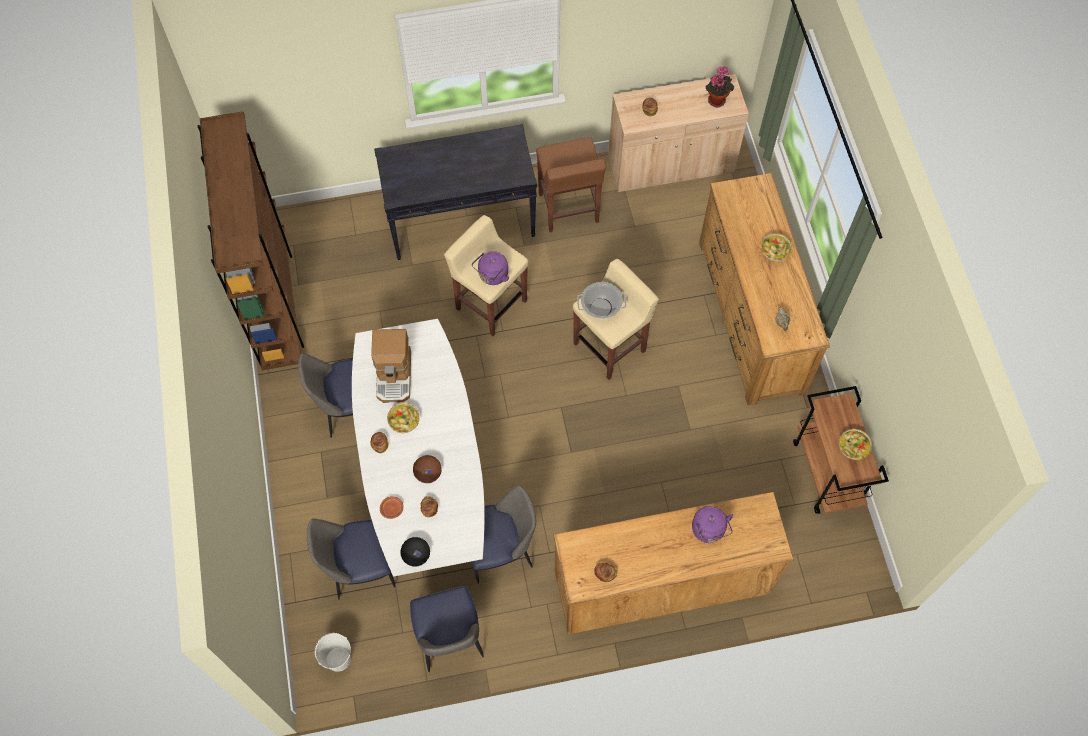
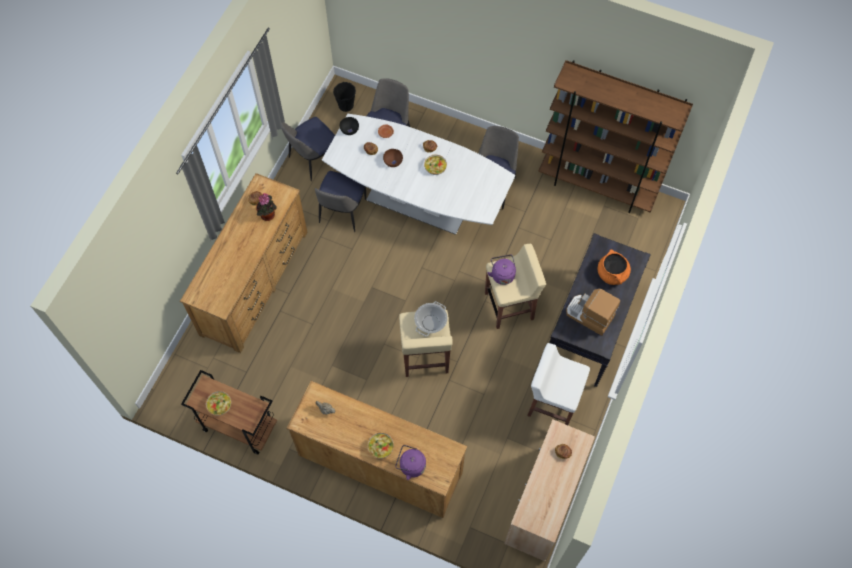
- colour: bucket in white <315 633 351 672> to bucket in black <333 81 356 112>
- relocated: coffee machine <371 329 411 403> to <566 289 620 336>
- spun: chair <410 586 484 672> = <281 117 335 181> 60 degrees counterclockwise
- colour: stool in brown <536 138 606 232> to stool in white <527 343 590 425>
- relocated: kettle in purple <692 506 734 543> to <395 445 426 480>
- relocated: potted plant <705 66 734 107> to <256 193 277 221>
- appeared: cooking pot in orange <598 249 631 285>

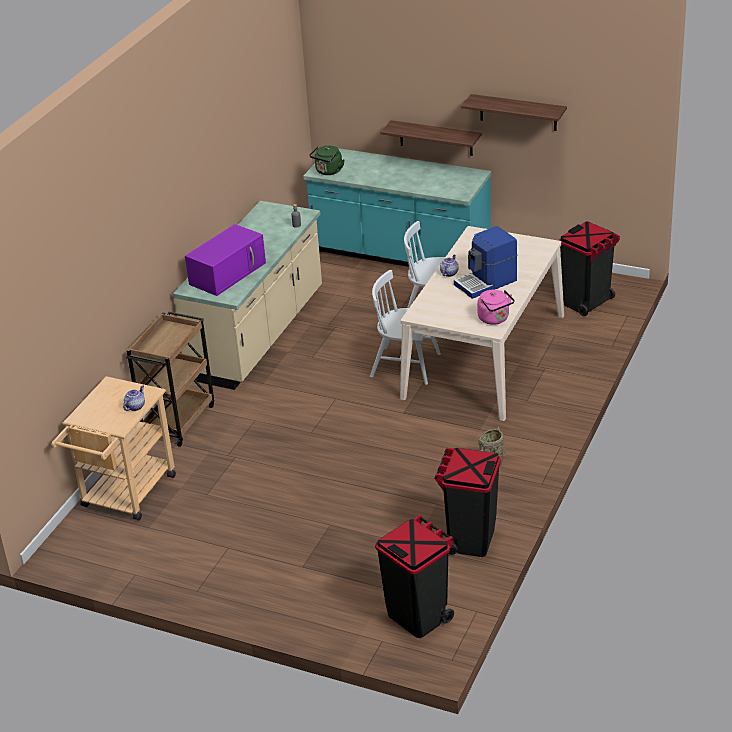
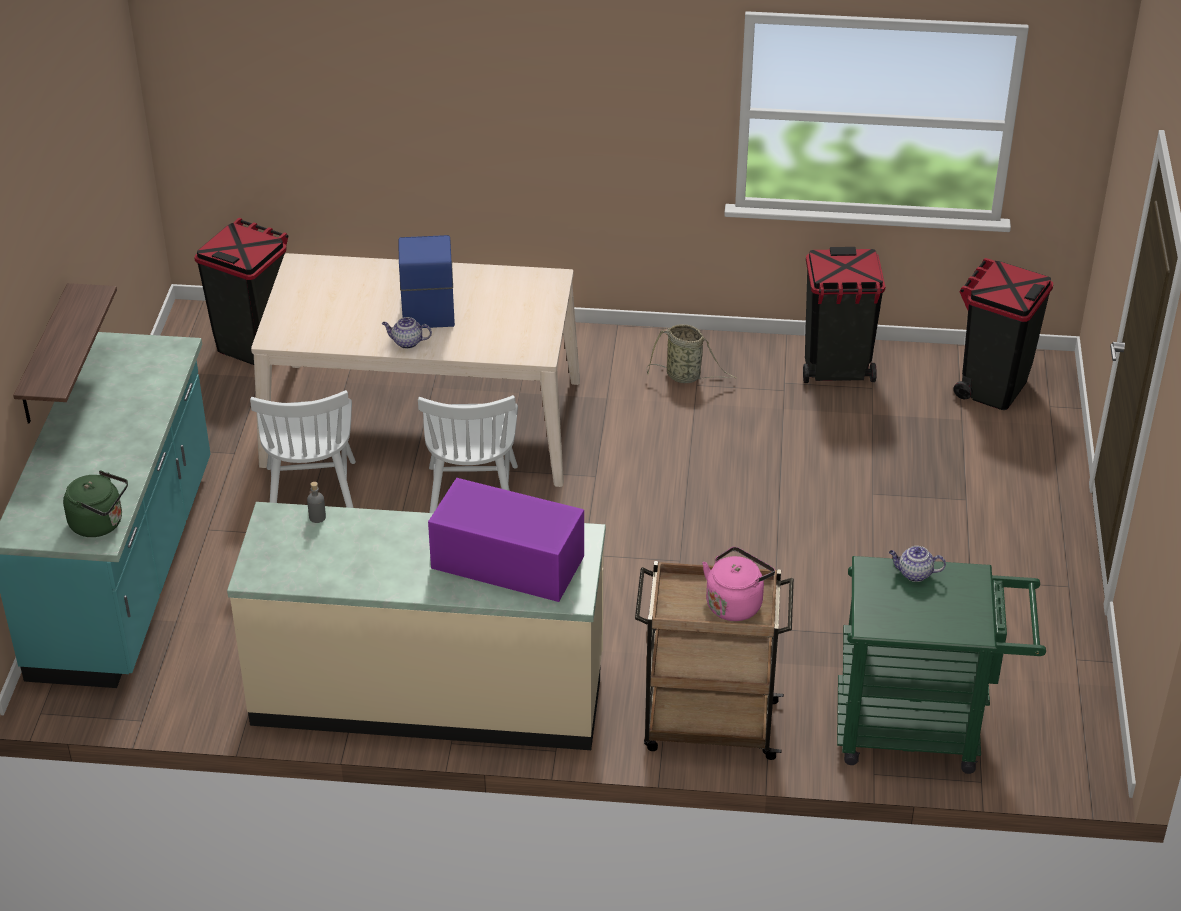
- colour: cart in beige <51 376 176 521> to cart in green <837 556 1046 774>
- spun: coffee machine <454 226 517 299> = <398 235 455 328> 135 degrees counterclockwise
- missing: shelf <461 94 567 131>
- relocated: kettle in pink <477 290 515 325> to <702 547 775 621>

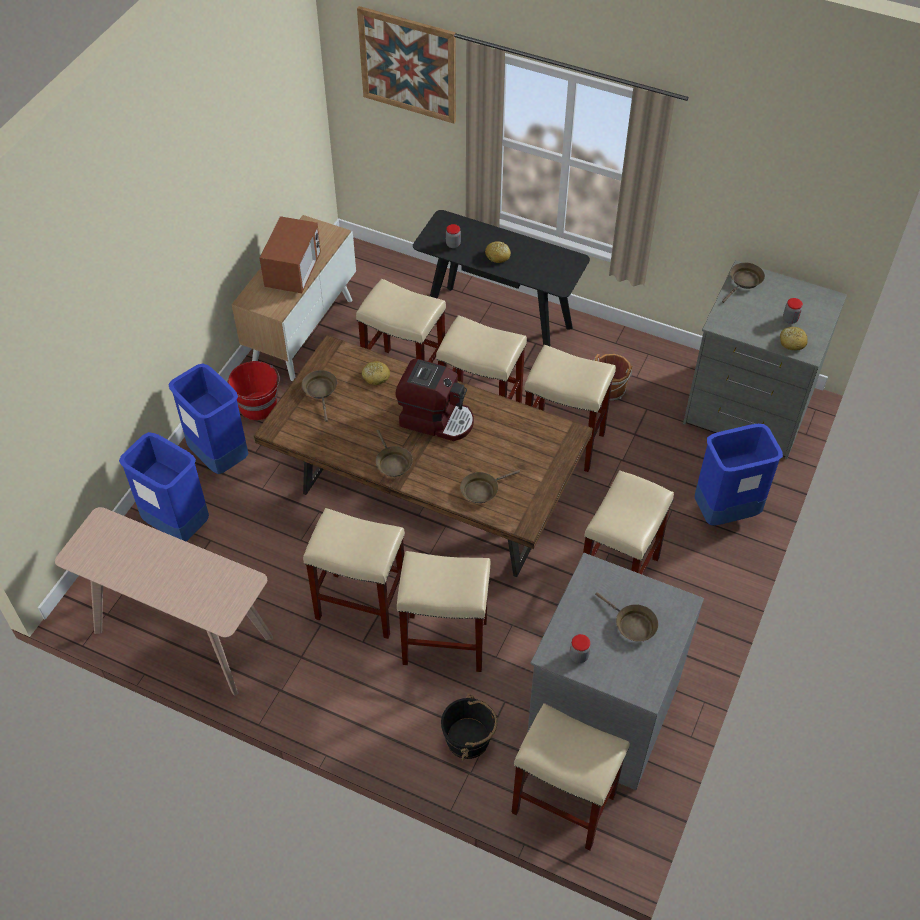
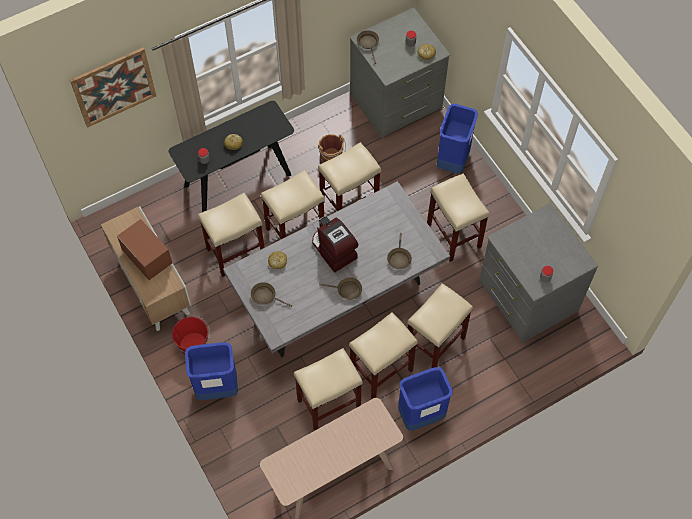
- relocated: trash can in blue <119 432 209 541> to <398 367 453 430>
- colour: dining table in brown <254 335 593 577> to dining table in grey <223 181 450 358>
- spun: coffee machine <395 359 474 441> = <312 216 359 272> 90 degrees counterclockwise
- missing: bucket in black <441 694 498 760>
- relocated: stool in beige <512 703 630 851> to <294 348 363 431>
- missing: frying pan in brown <595 592 658 642>

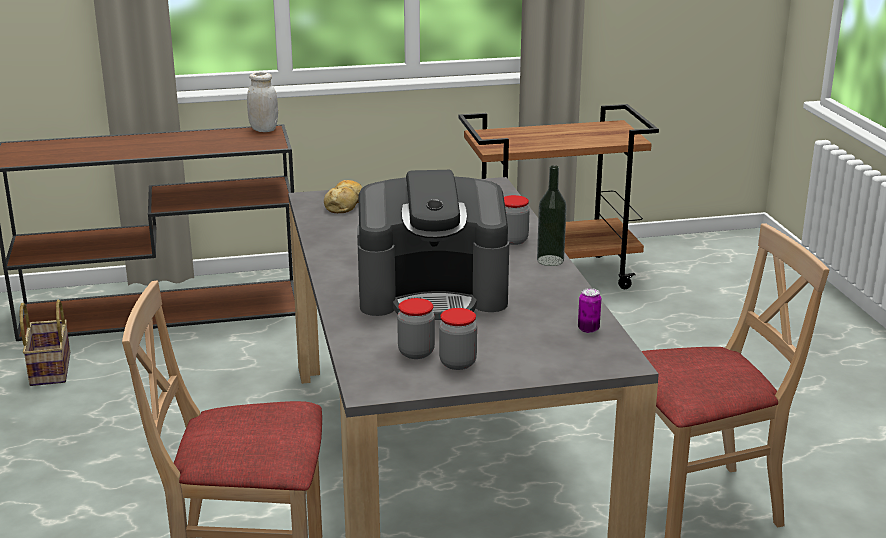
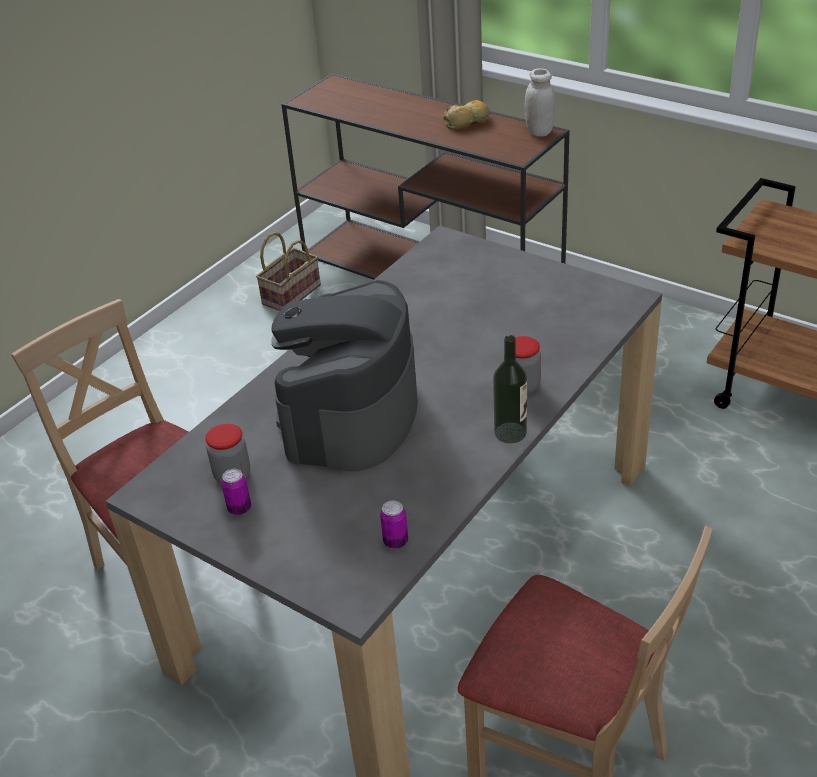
- relocated: bread <324 180 363 213> to <443 100 490 130>
- spun: coffee machine <357 170 509 320> = <271 280 418 471> 60 degrees clockwise
- exchanged: jar <439 308 477 370> to can <221 469 251 515>

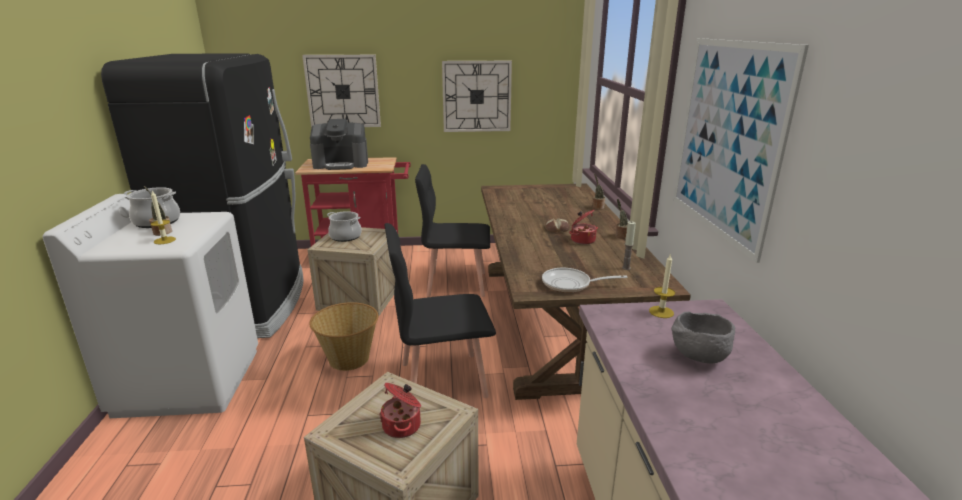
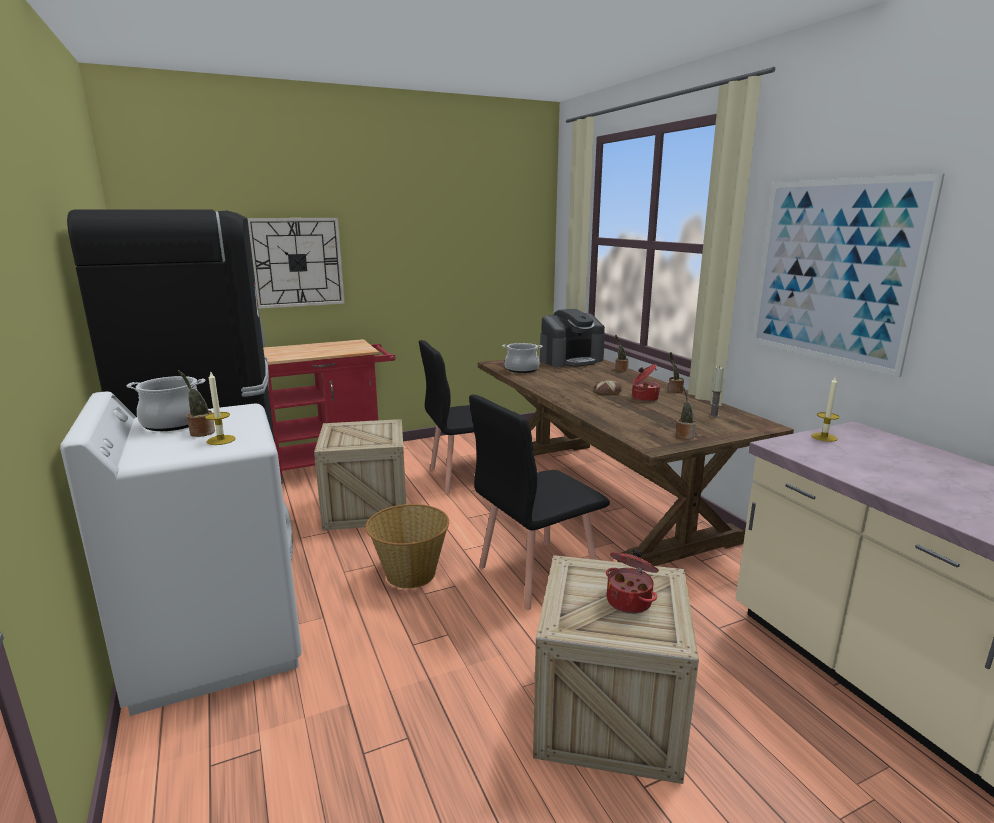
- relocated: coffee machine <310 119 368 170> to <540 309 605 367>
- relocated: cooking pot <327 211 362 242> to <502 343 543 373>
- missing: wall clock <442 61 512 132>
- exchanged: frying pan <542 268 627 293> to potted plant <676 385 696 439>
- missing: bowl in grey <671 312 735 363>

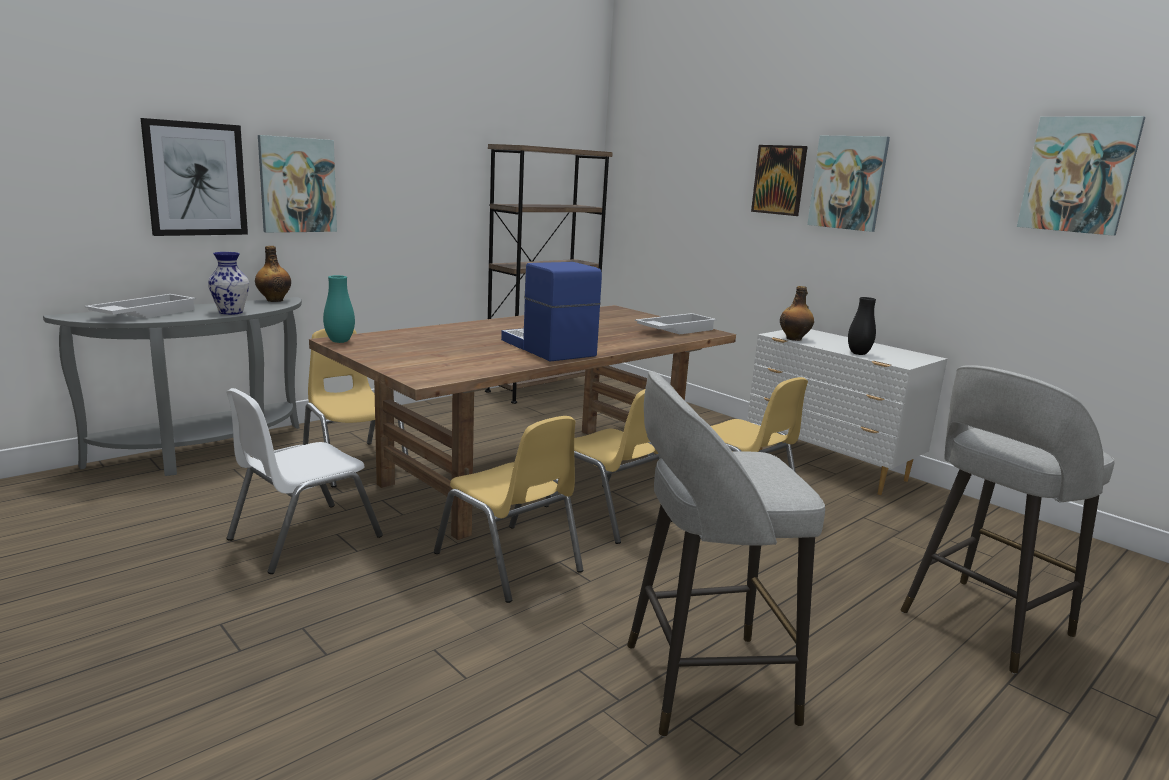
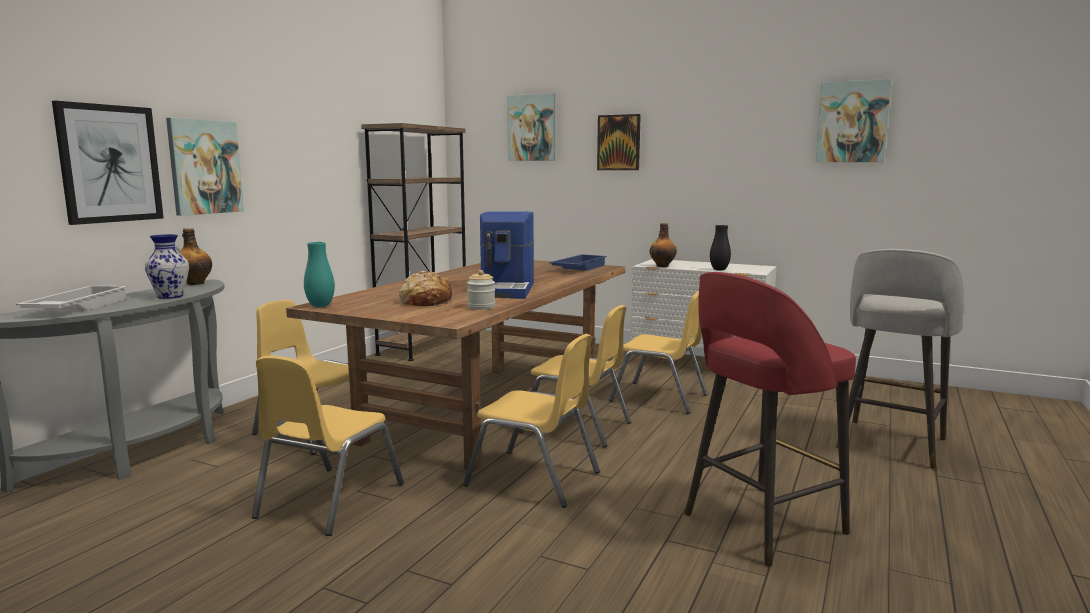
- colour: chair in white <226 388 383 574> to chair in yellow <252 356 404 536>
- spun: coffee machine <501 262 602 362> = <480 211 534 299> 120 degrees counterclockwise
- colour: stool in grey <627 371 825 737> to stool in red <684 272 856 567>
- colour: tray in white <635 313 717 335> to tray in blue <549 254 607 271>
- relocated: picture <807 135 890 232> to <507 93 555 161>
- appeared: bread <399 271 452 306>
- appeared: jar <467 270 495 310>

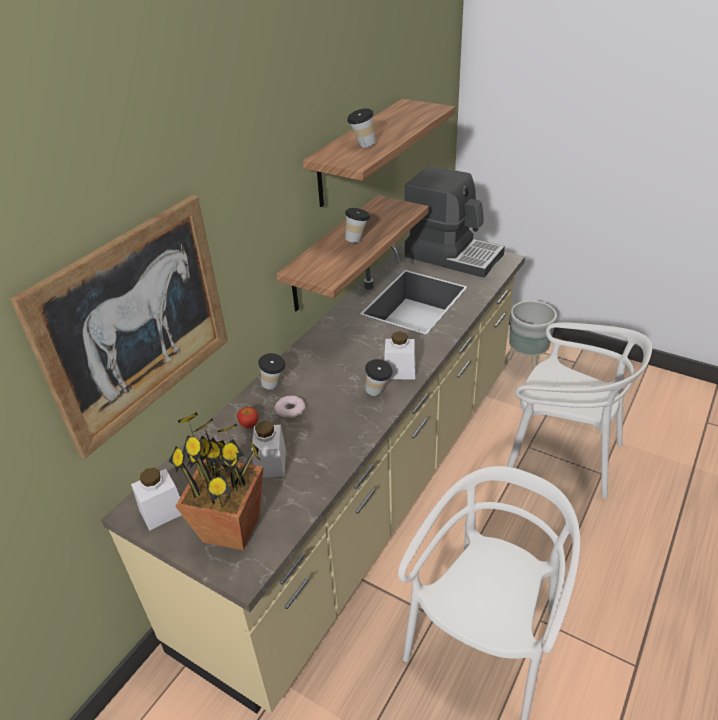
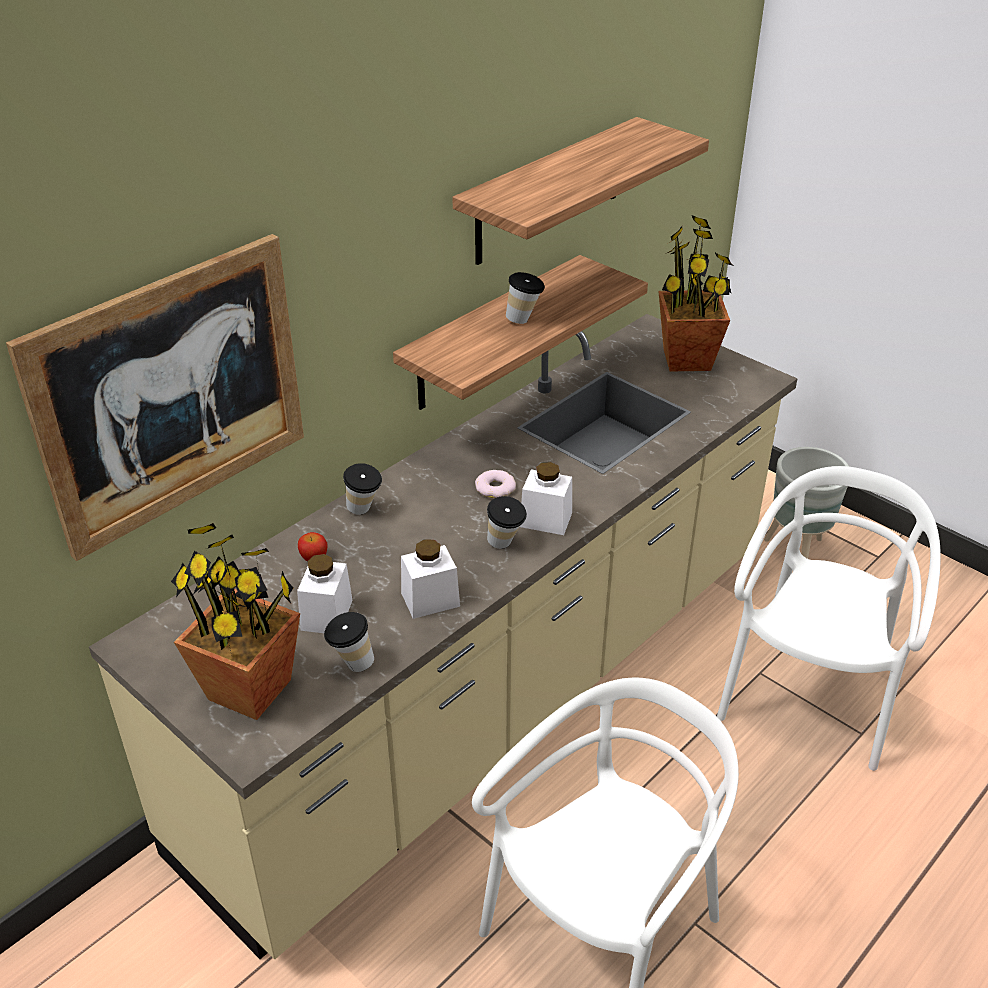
- relocated: jar in white <131 468 182 531> to <401 539 460 619>
- relocated: donut <275 395 305 418> to <475 470 516 498>
- relocated: cup <347 108 376 147> to <324 612 374 672>
- exchanged: coffee machine <404 166 505 278> to potted plant <659 215 734 372>
- spun: chair in white <507 322 652 498> = <717 466 941 771> 105 degrees counterclockwise

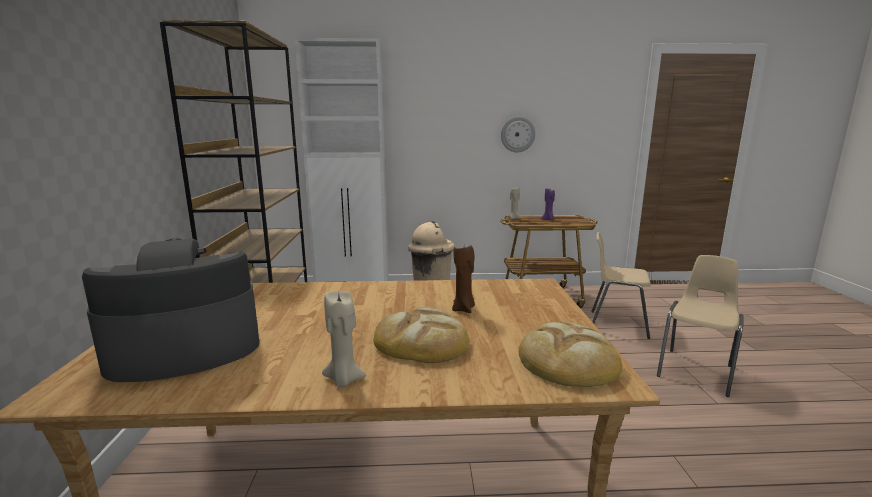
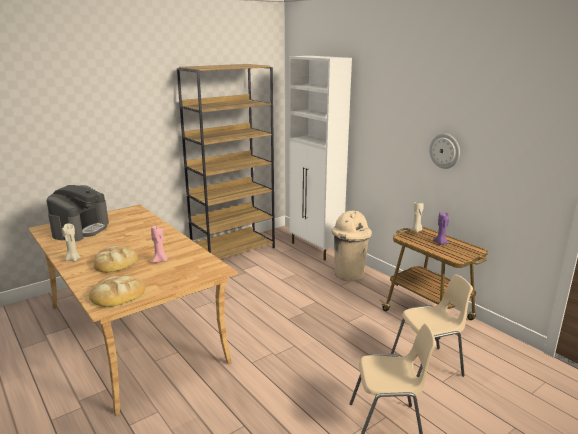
- spun: coffee machine <82 238 259 382> = <47 185 109 241> 75 degrees clockwise
- colour: candle in brown <452 245 475 313> to candle in pink <151 226 168 263>
- spun: chair in beige <591 232 651 339> = <391 274 473 377> 90 degrees clockwise

